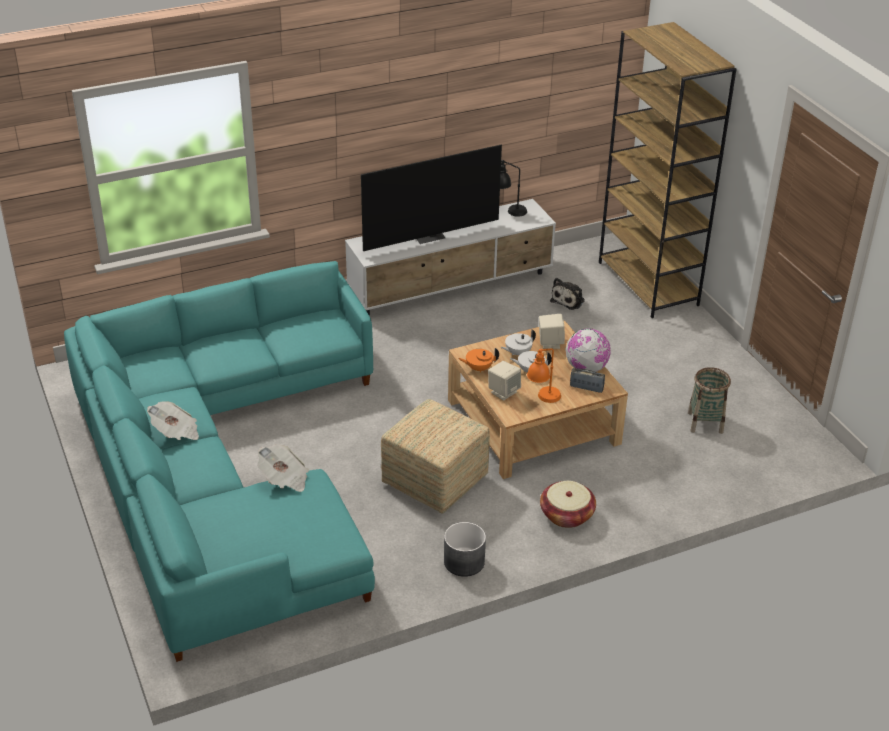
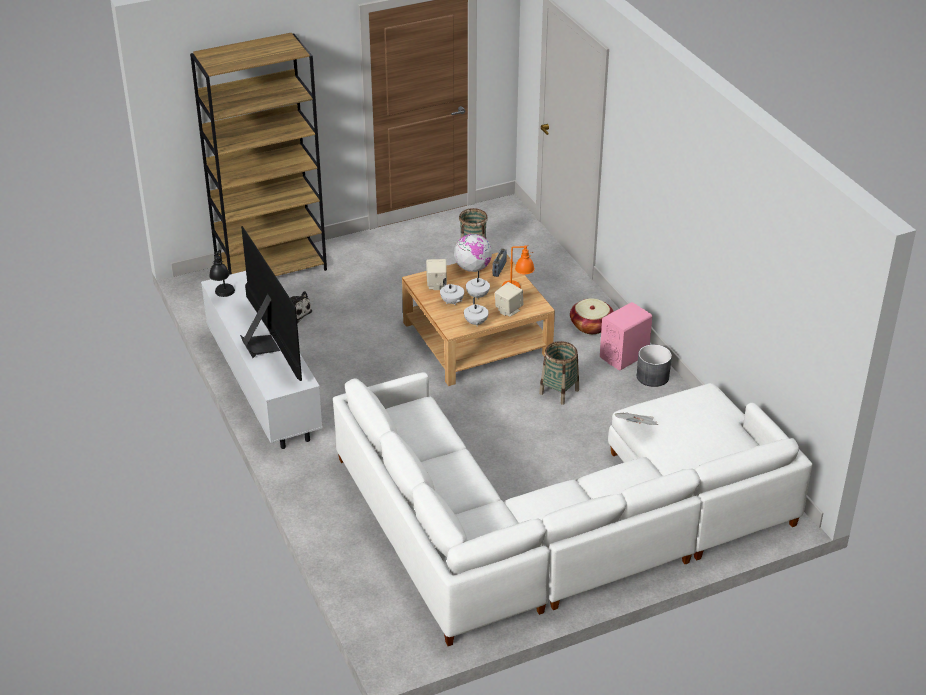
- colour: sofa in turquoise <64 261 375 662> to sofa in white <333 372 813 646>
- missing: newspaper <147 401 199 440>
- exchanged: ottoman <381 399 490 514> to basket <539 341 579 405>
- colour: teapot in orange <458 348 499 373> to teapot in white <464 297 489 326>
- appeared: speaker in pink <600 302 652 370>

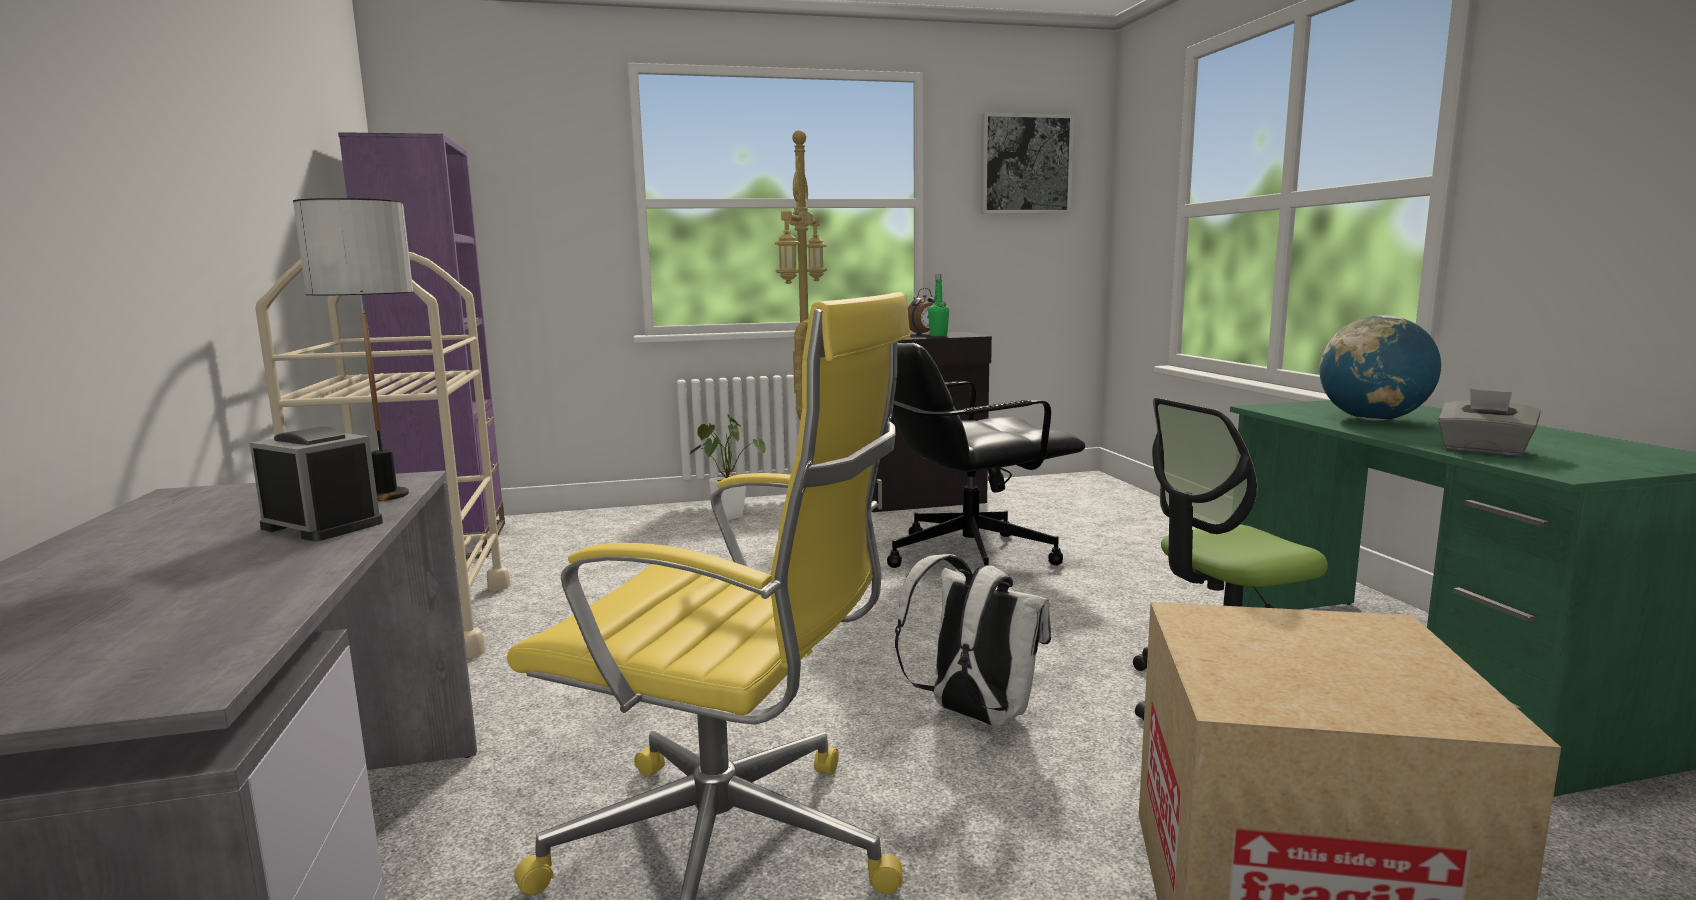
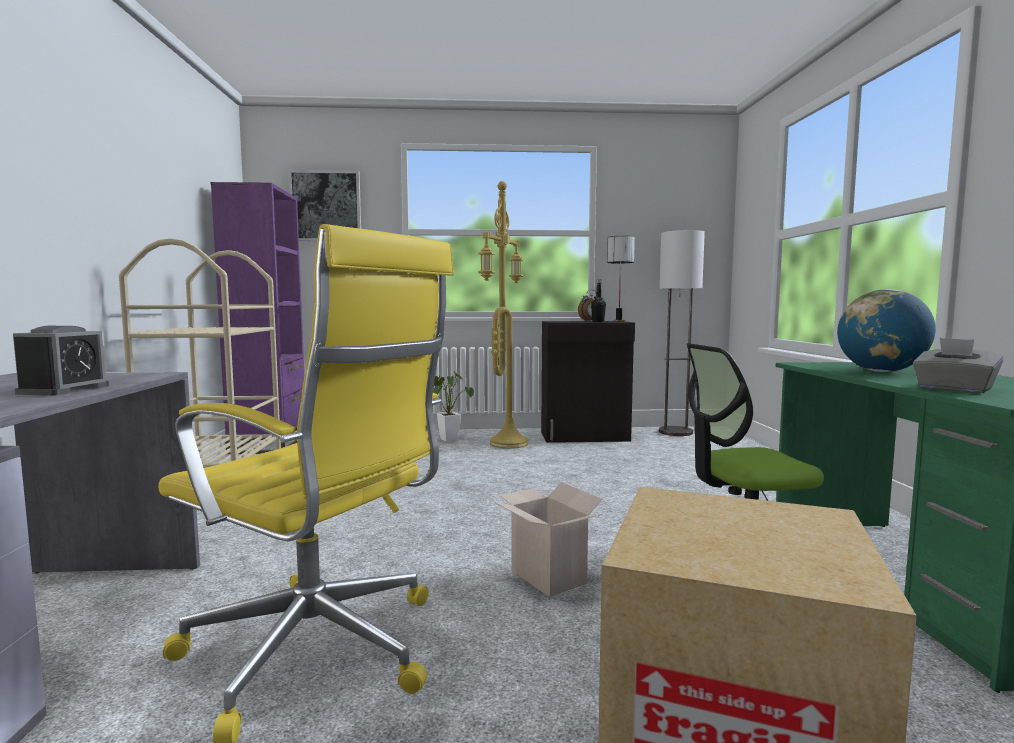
- spun: alarm clock <249 426 383 541> = <13 326 109 396> 60 degrees clockwise
- relocated: table lamp <293 198 413 501> to <607 236 635 322>
- missing: office chair in black <887 343 1085 568>
- exchanged: backpack in white <895 554 1051 727> to cardboard box <494 482 603 597>
- colour: bottle in green <928 274 949 337> to bottle in black <591 279 606 322>
- relocated: picture <981 112 1074 214> to <288 170 361 241>
- appeared: floor lamp <659 230 705 436>

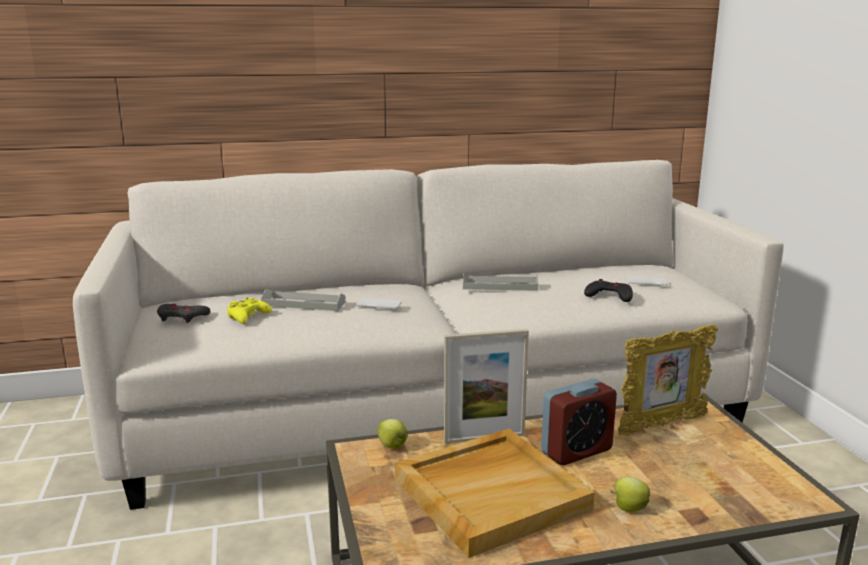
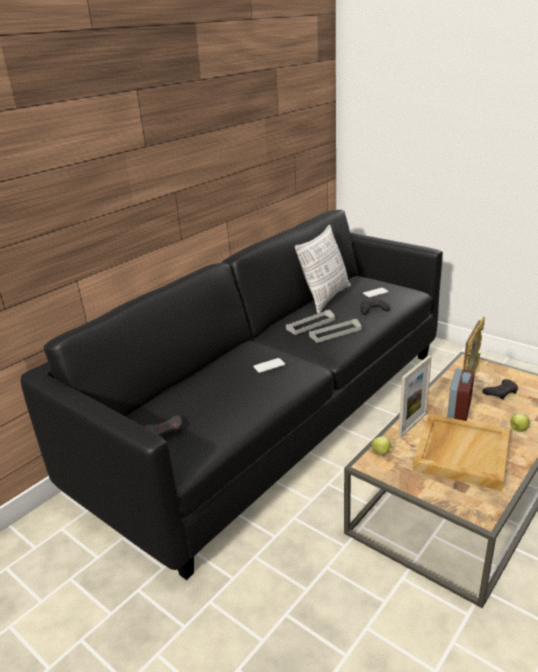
- colour: sofa in white <73 160 784 510> to sofa in black <21 210 443 580>
- missing: game controller in yellow <227 298 272 323>
- relocated: tray in grey <261 289 345 311> to <309 319 361 343>
- appeared: pillow <295 225 351 313>
- appeared: game controller in black <482 379 518 400>

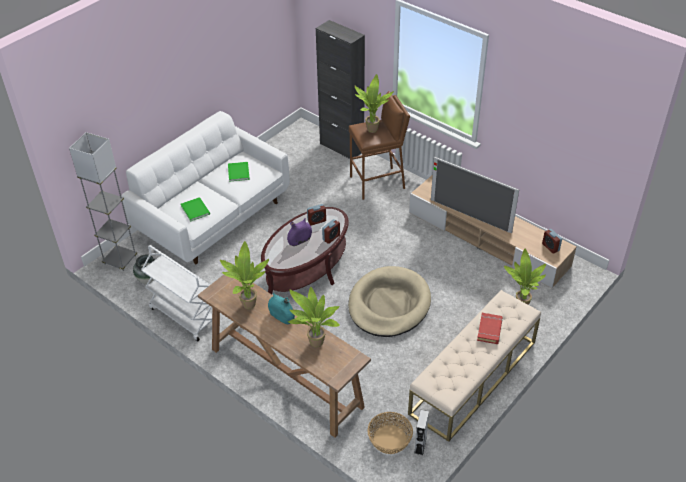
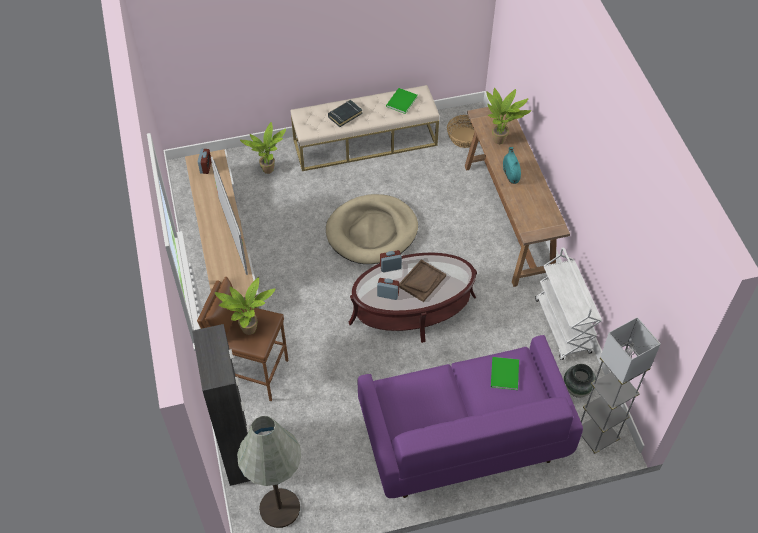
- colour: sofa in white <121 111 290 264> to sofa in purple <358 335 583 498>
- missing: potted plant <220 241 269 309>
- relocated: book in green <228 162 250 182> to <386 88 417 114>
- exchanged: vase in purple <287 218 312 246> to tray in brown <399 259 446 302>
- missing: speaker in grey <414 410 429 455>
- colour: book in red <477 313 503 344> to book in black <328 100 362 127>
- appeared: floor lamp in grey <237 416 301 528>

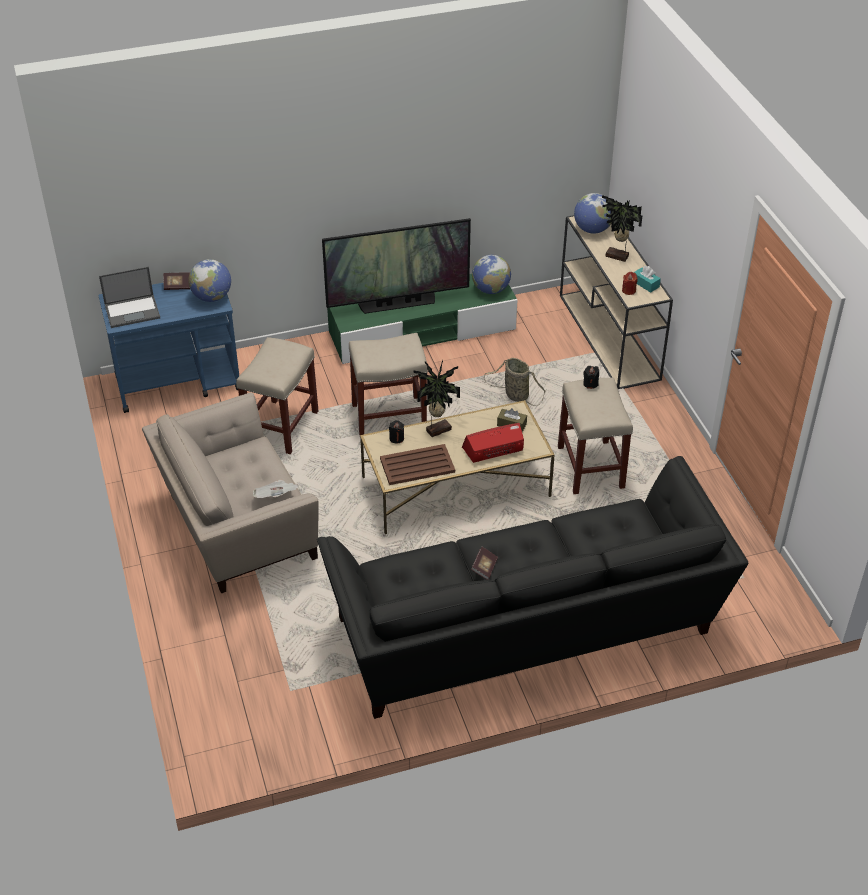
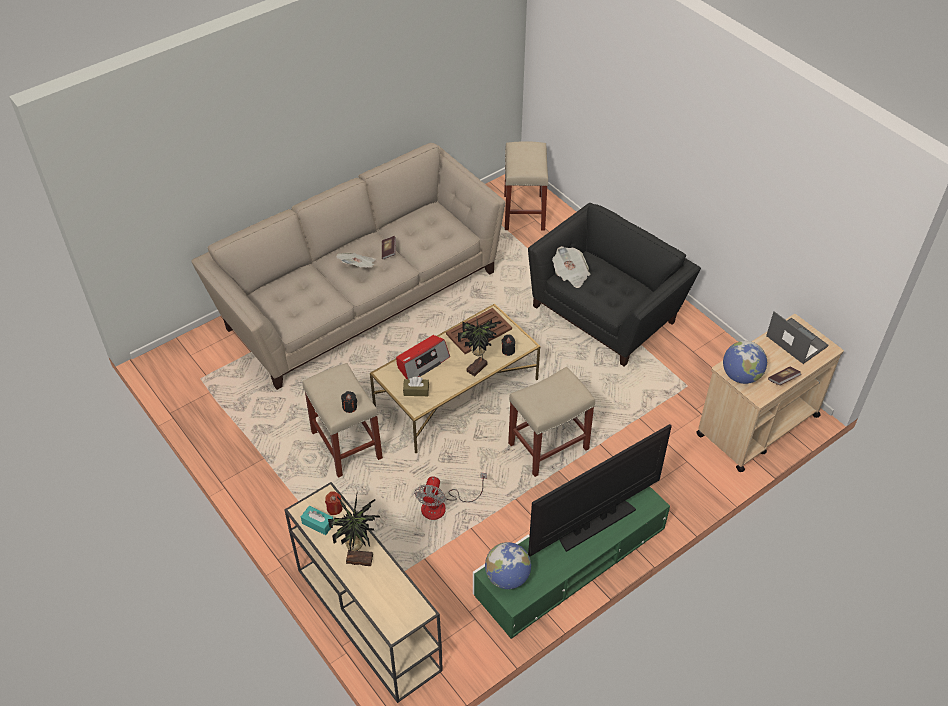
- spun: laptop <99 267 160 328> = <766 311 828 364> 90 degrees clockwise
- colour: cart in blue <99 283 239 413> to cart in beige <697 314 844 472>
- colour: armchair in beige <142 392 319 593> to armchair in black <528 203 701 367>
- relocated: stool in beige <236 337 318 454> to <504 142 549 231>
- colour: sofa in black <317 456 748 719> to sofa in beige <191 143 505 390>
- exchanged: basket <484 358 546 406> to fan <414 472 487 520>
- missing: globe <574 193 611 234>
- appeared: newspaper <336 253 376 268>

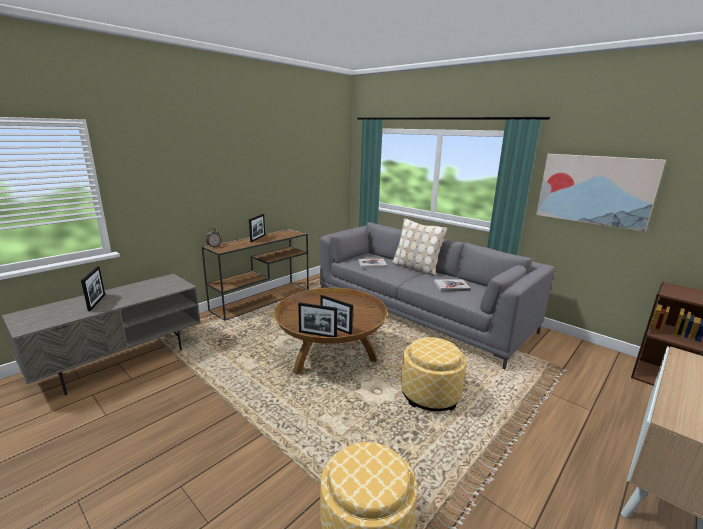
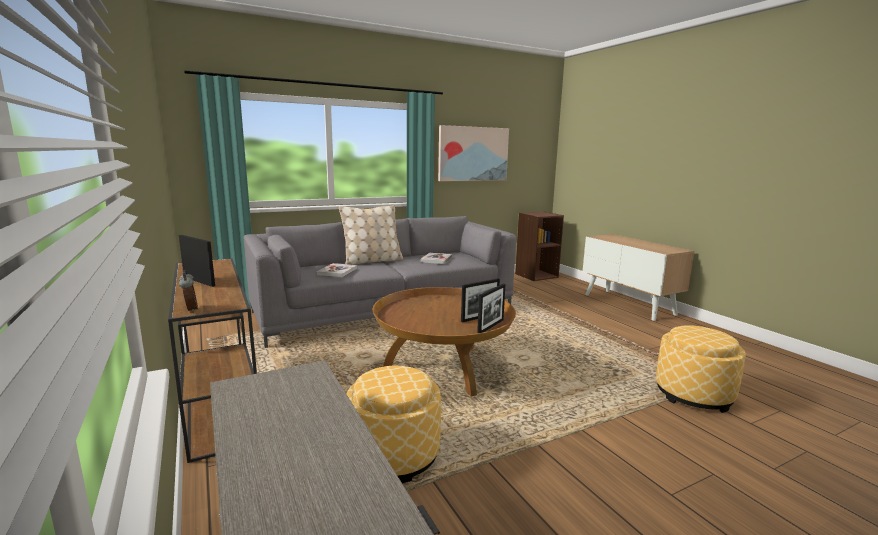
- missing: picture frame <81 266 105 311>
- relocated: ottoman <401 337 466 411> to <347 366 441 483>

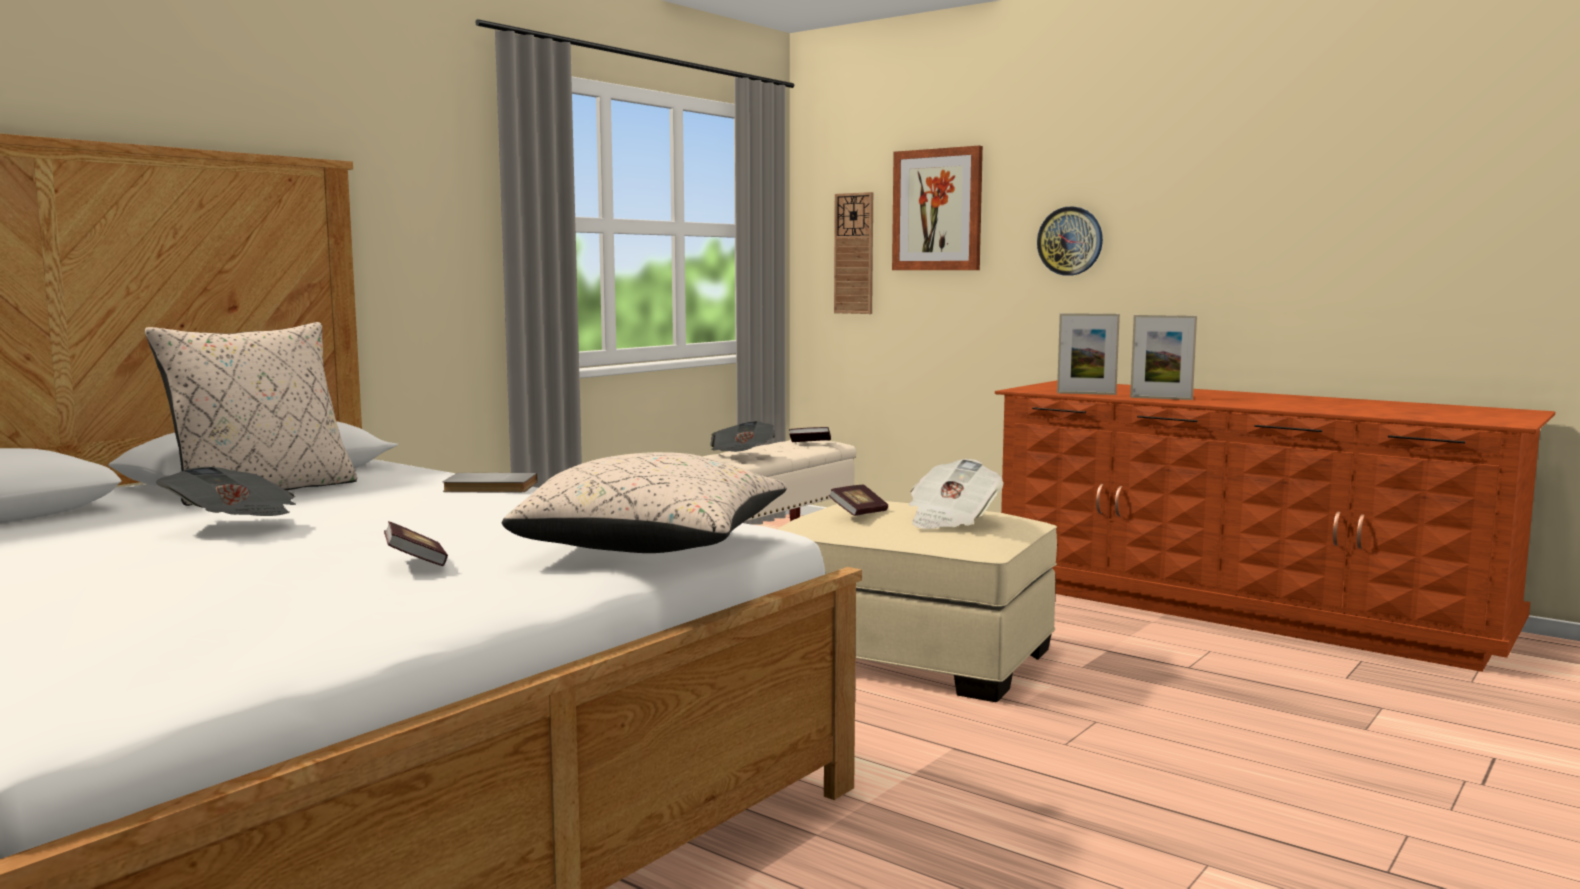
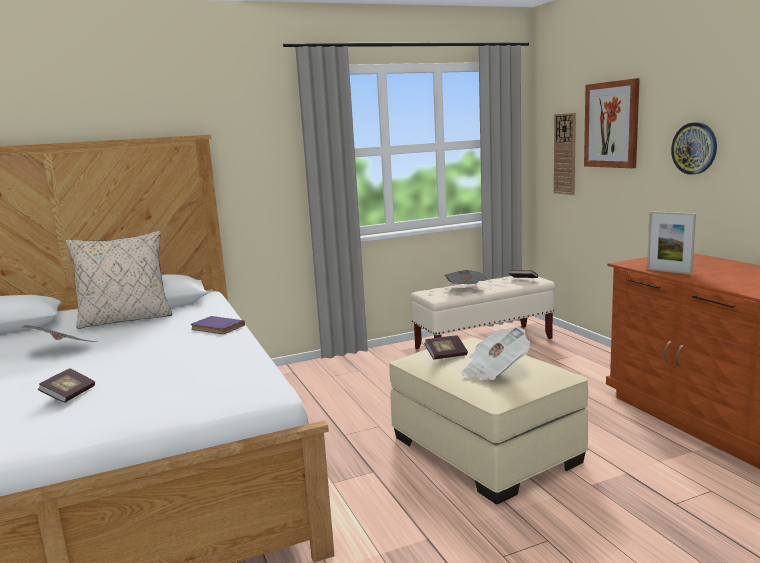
- colour: book in grey <442 473 538 492> to book in purple <191 316 245 334>
- missing: pillow in beige <502 452 788 553>
- missing: picture frame <1130 315 1197 400>

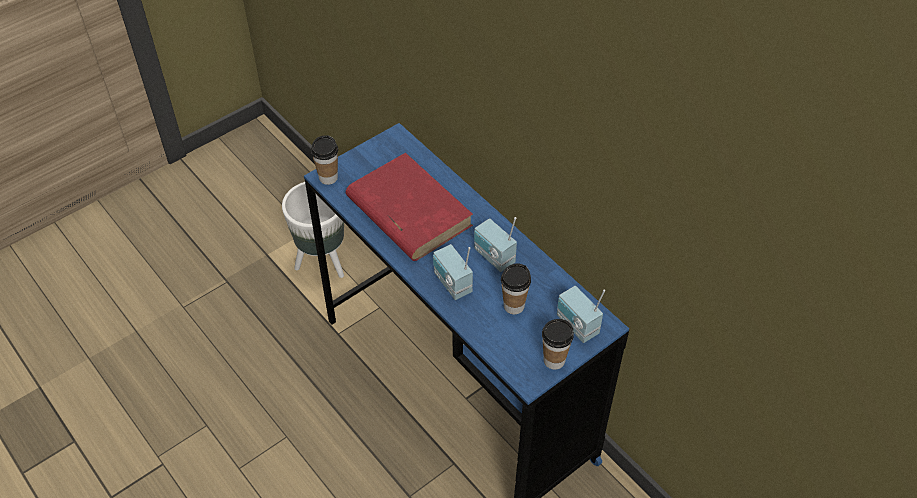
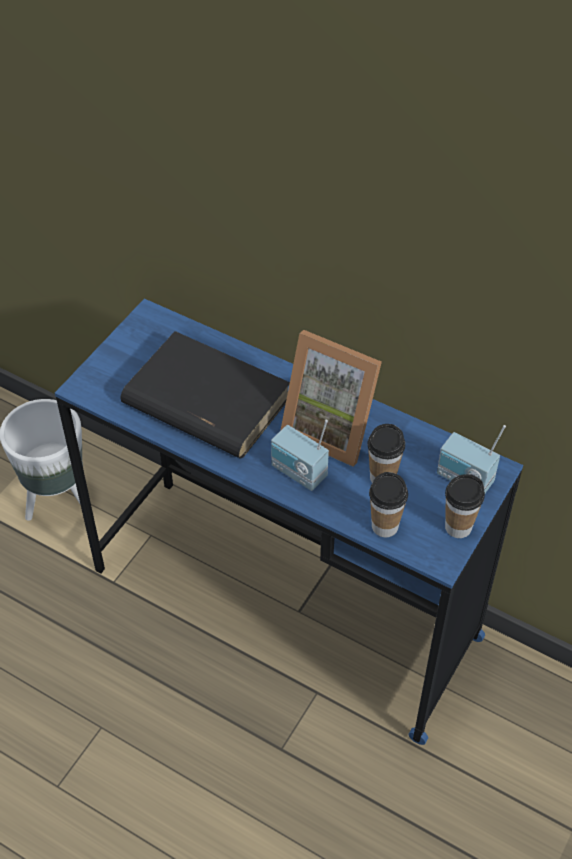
- relocated: cup <311 135 338 185> to <369 472 408 537>
- colour: book in red <346 153 473 261> to book in black <121 331 290 459>
- exchanged: radio <474 217 517 272> to picture frame <280 330 382 467>

